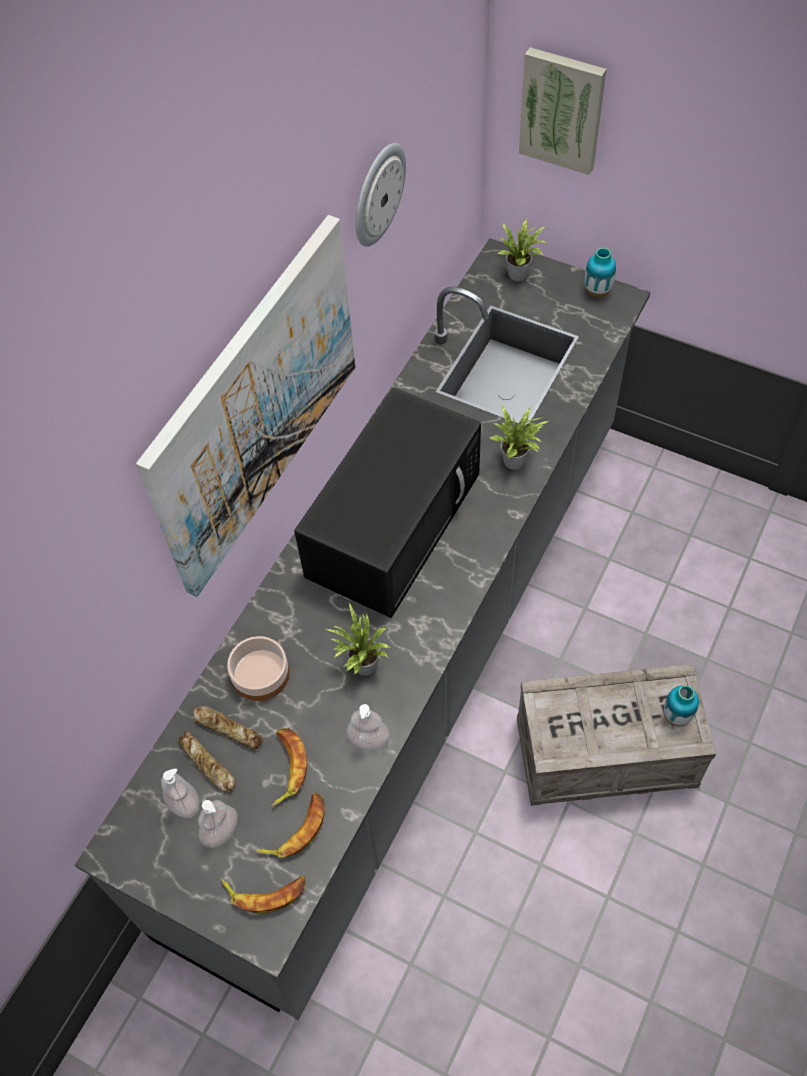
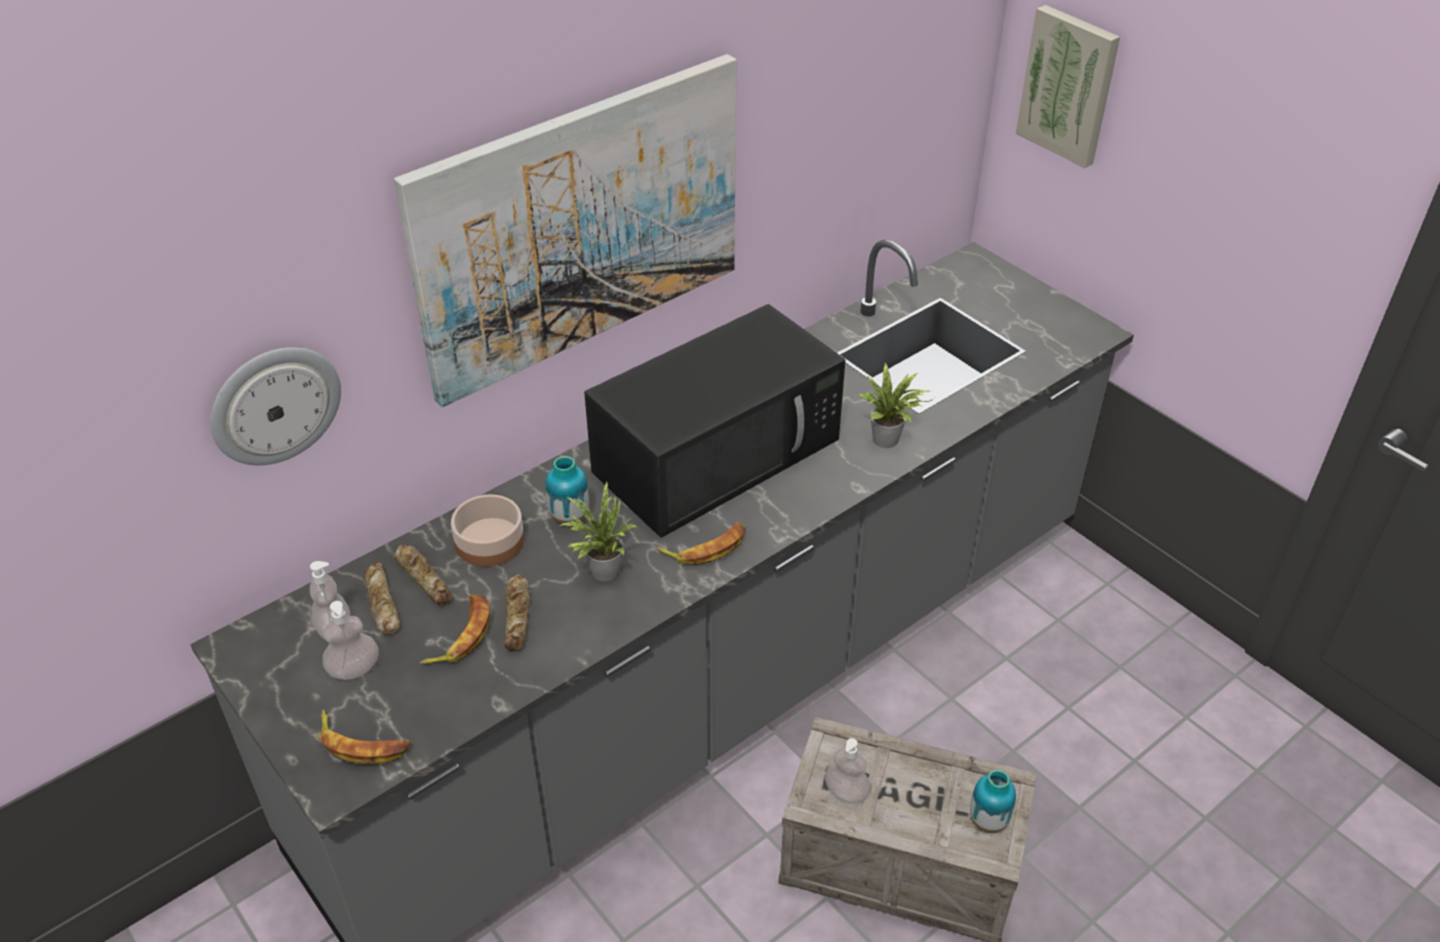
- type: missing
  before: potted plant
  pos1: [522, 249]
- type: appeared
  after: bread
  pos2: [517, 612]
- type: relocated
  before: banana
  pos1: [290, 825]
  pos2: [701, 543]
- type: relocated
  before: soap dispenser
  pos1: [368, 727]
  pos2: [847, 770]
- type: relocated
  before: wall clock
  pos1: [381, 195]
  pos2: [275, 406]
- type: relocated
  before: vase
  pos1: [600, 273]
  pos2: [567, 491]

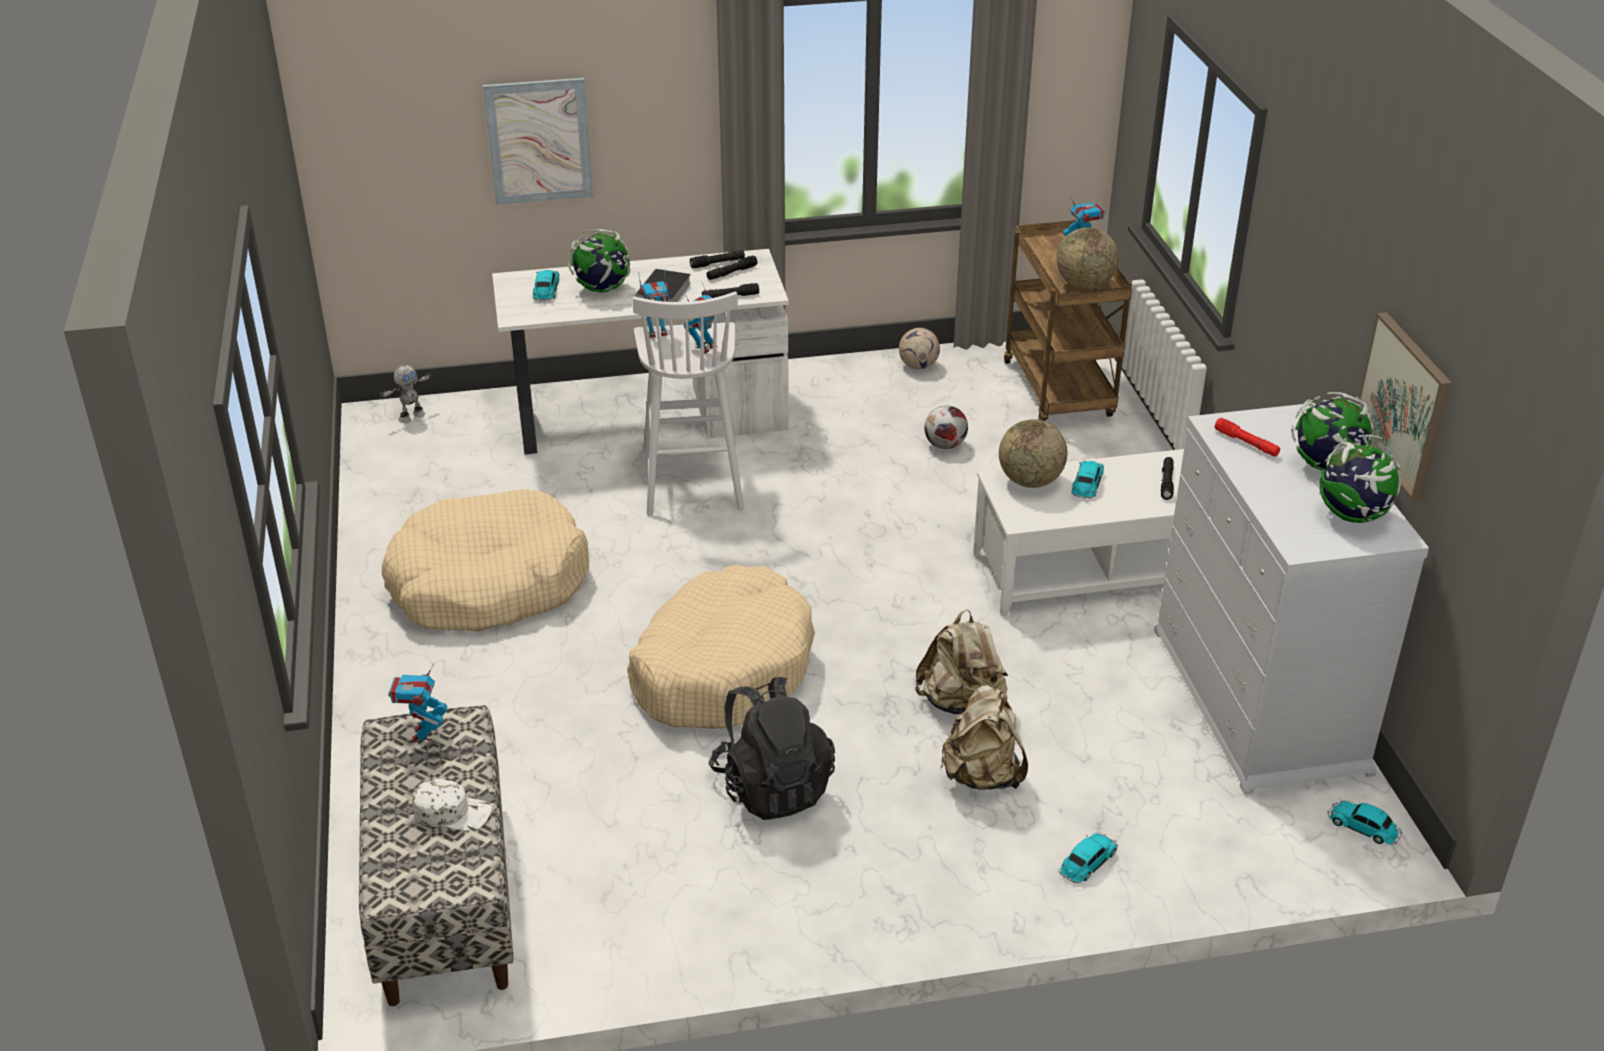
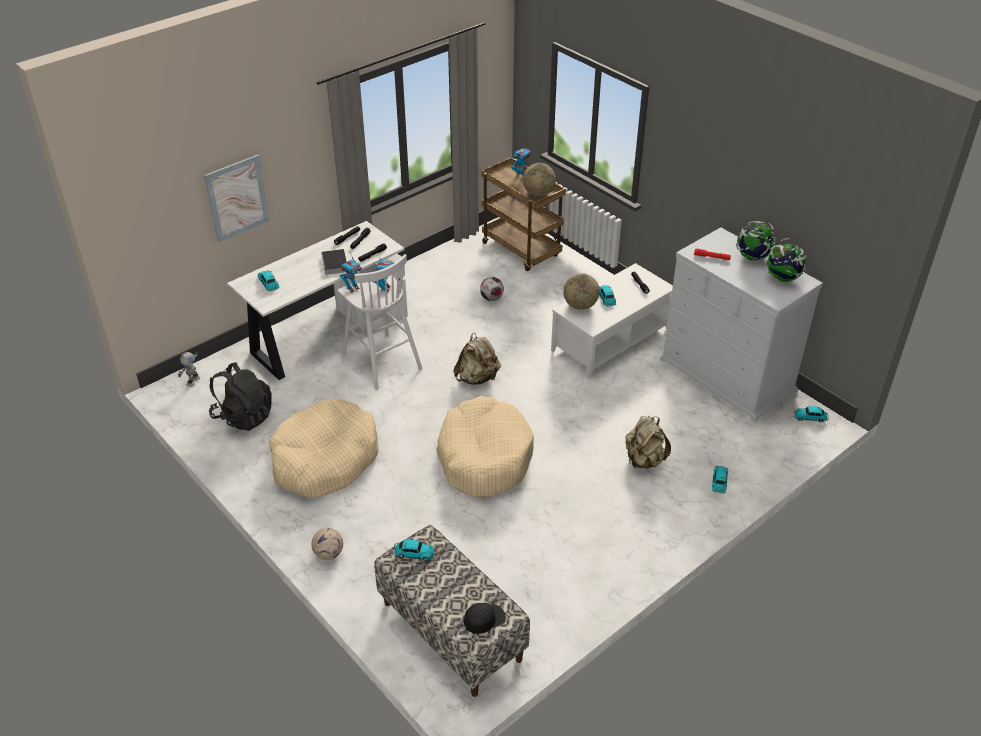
- type: missing
  before: cap/white
  pos1: [452, 804]
- type: missing
  before: globe
  pos1: [599, 260]
- type: missing
  before: picture
  pos1: [1404, 407]
- type: appeared
  after: cap/black
  pos2: [485, 618]
- type: relocated
  before: backpack/black
  pos1: [772, 748]
  pos2: [240, 397]
- type: relocated
  before: football
  pos1: [919, 348]
  pos2: [327, 544]
- type: relocated
  before: backpack/beige
  pos1: [961, 662]
  pos2: [477, 359]
- type: exchanged
  before: toy robot
  after: toy car
  pos1: [417, 702]
  pos2: [414, 550]

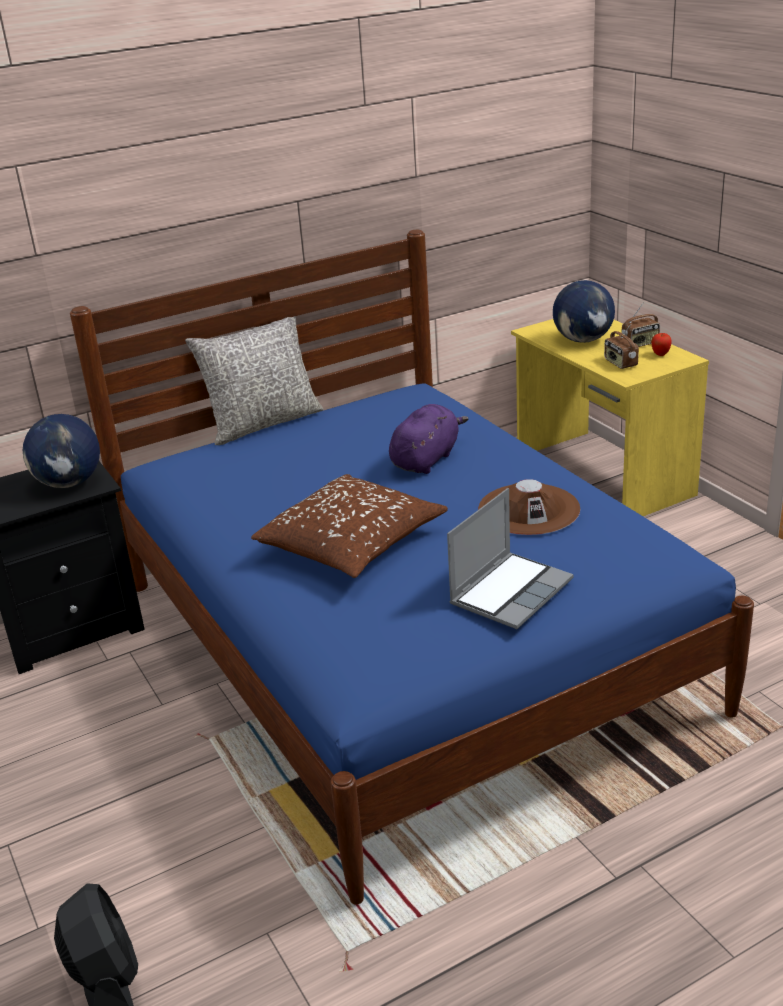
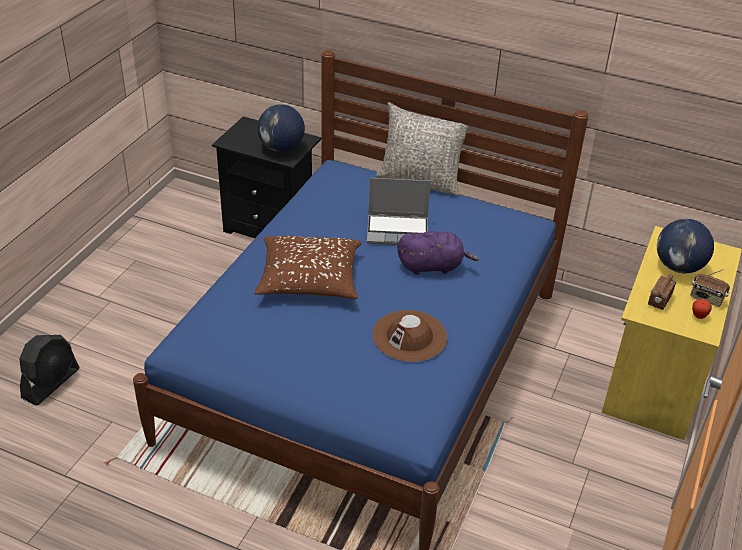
- type: relocated
  before: laptop
  pos1: [510, 558]
  pos2: [399, 211]

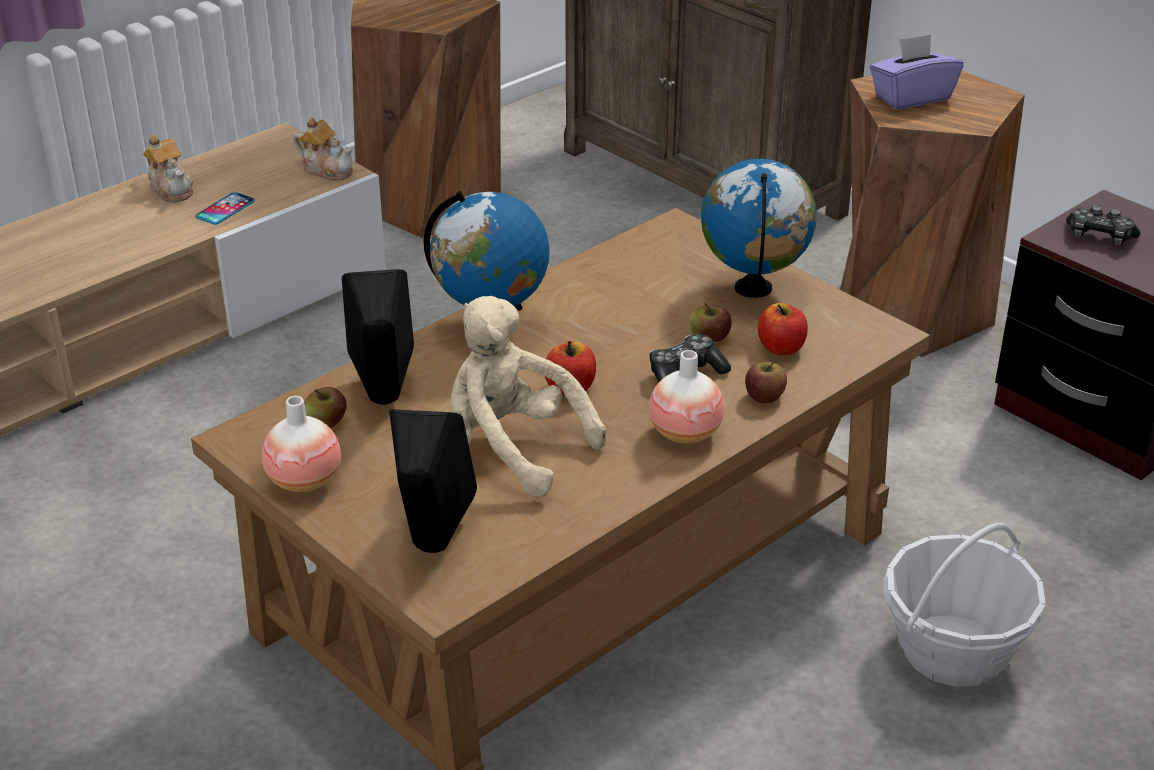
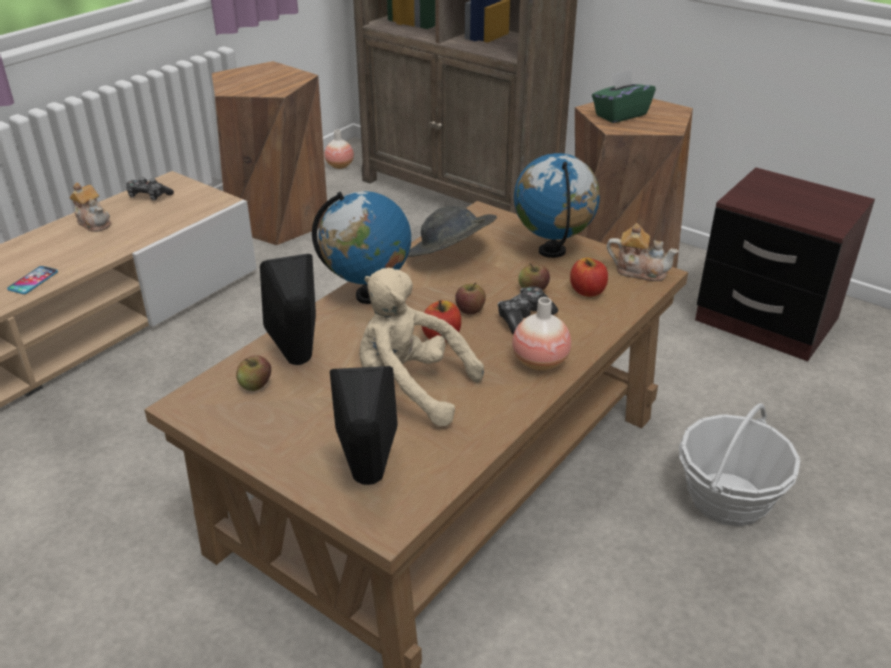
- type: appeared
  after: hat/grey
  pos2: [452, 231]
- type: relocated
  before: phone
  pos1: [225, 208]
  pos2: [32, 280]
- type: relocated
  before: vase
  pos1: [301, 444]
  pos2: [339, 149]
- type: relocated
  before: teapot
  pos1: [323, 149]
  pos2: [643, 252]
- type: relocated
  before: apple
  pos1: [766, 382]
  pos2: [470, 299]
- type: relocated
  before: game controller
  pos1: [1103, 225]
  pos2: [150, 188]
- type: colour
  before: tissue box/purple
  after: tissue box/green
  pos1: [916, 71]
  pos2: [624, 96]

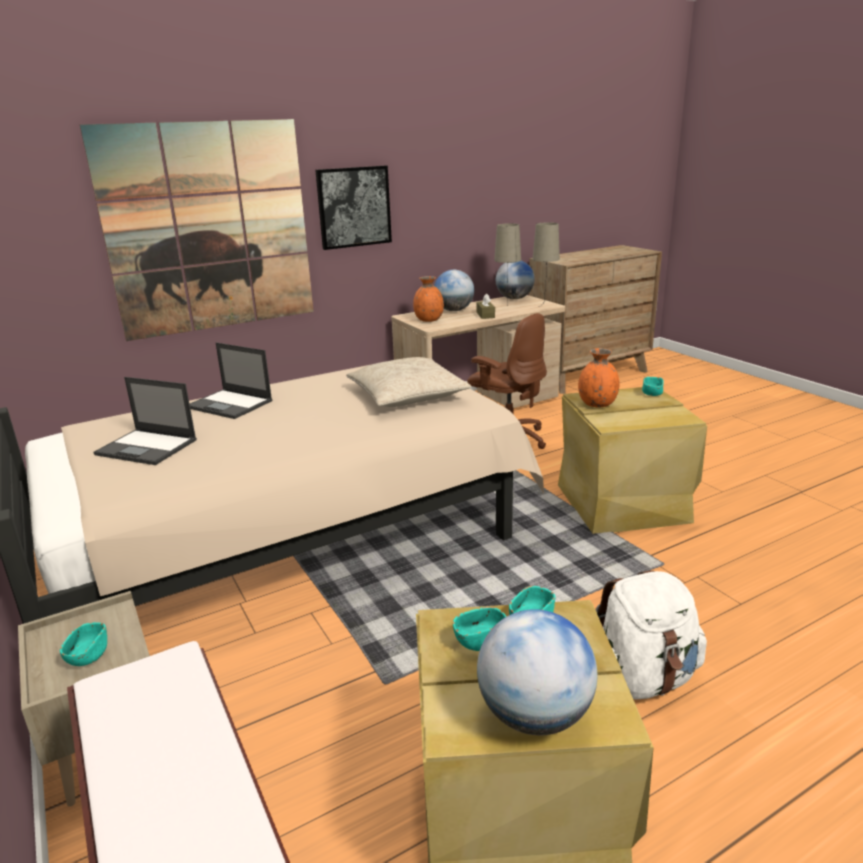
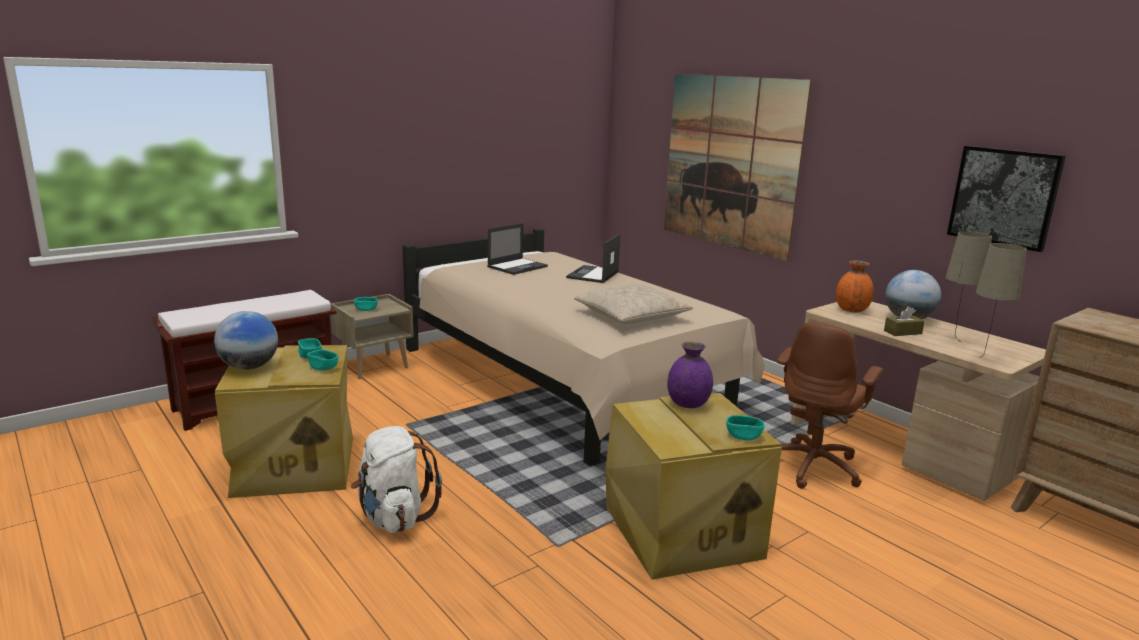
- type: missing
  before: globe
  pos1: [515, 280]
- type: relocated
  before: picture
  pos1: [353, 208]
  pos2: [1006, 199]
- type: colour
  before: vase/orange
  after: vase/purple
  pos1: [599, 377]
  pos2: [690, 375]
- type: spun
  before: laptop
  pos1: [145, 421]
  pos2: [517, 249]
  turn: -150

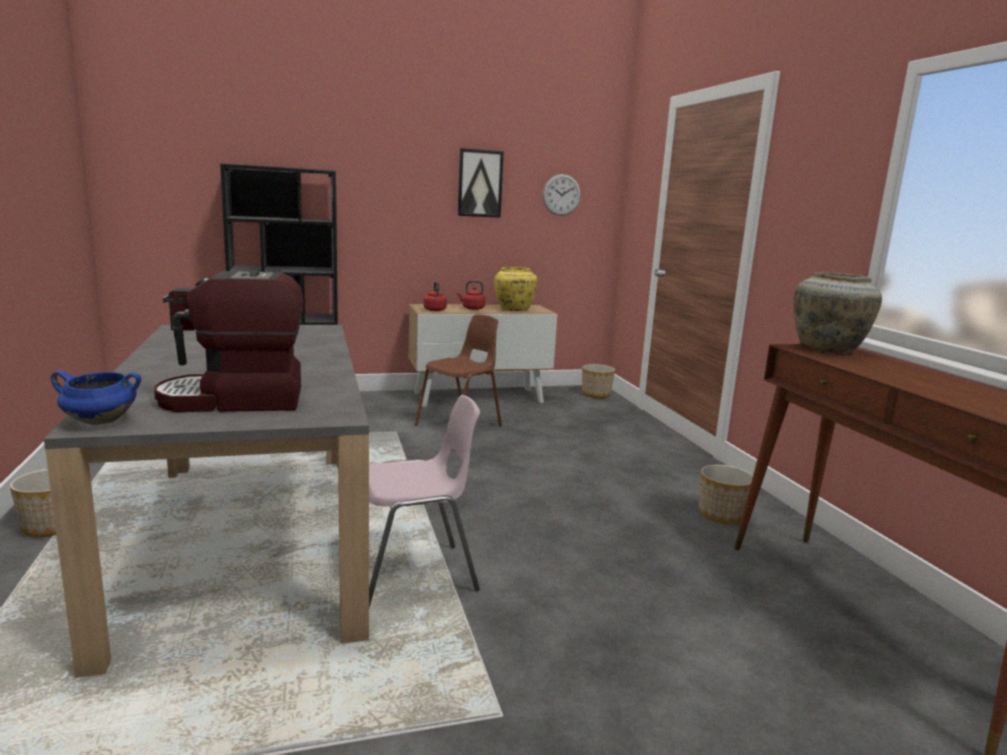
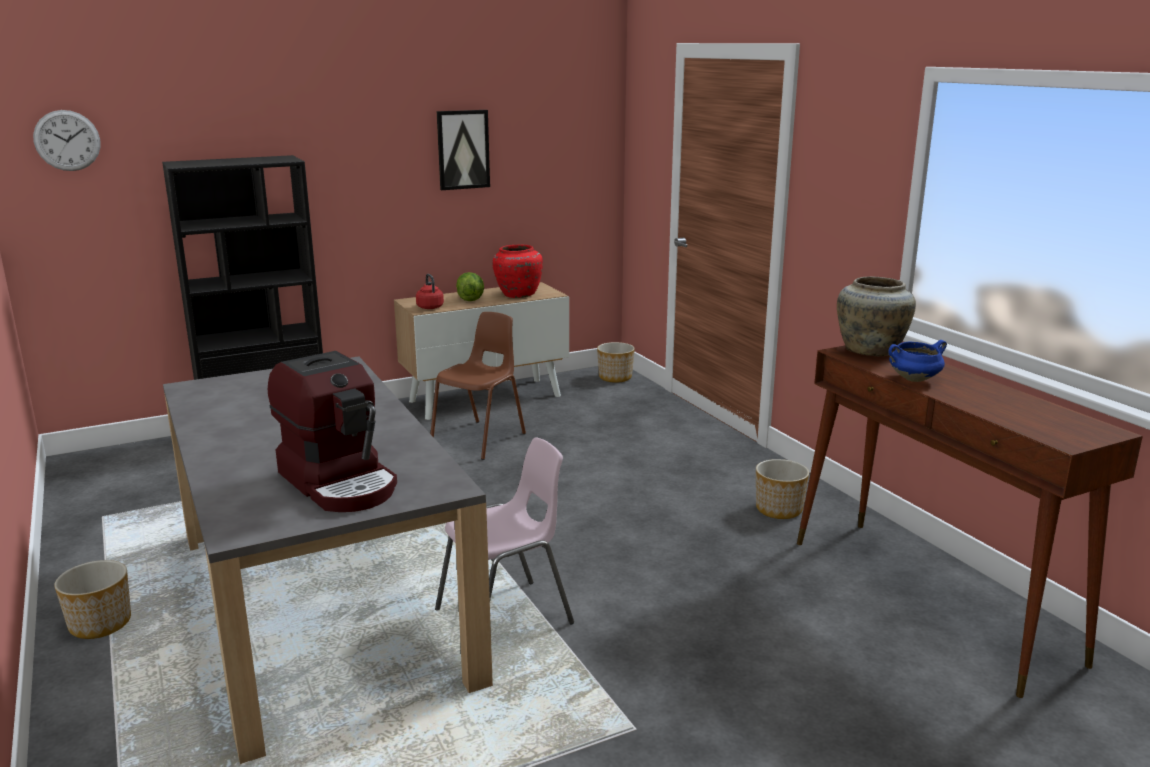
- type: relocated
  before: cooking pot/blue
  pos1: [96, 397]
  pos2: [918, 361]
- type: relocated
  before: wall clock
  pos1: [562, 195]
  pos2: [67, 140]
- type: exchanged
  before: kettle/red
  after: lettuce
  pos1: [471, 295]
  pos2: [470, 286]
- type: colour
  before: vase/yellow
  after: vase/red
  pos1: [516, 289]
  pos2: [517, 271]
- type: spun
  before: coffee machine
  pos1: [229, 341]
  pos2: [332, 431]
  turn: -105

